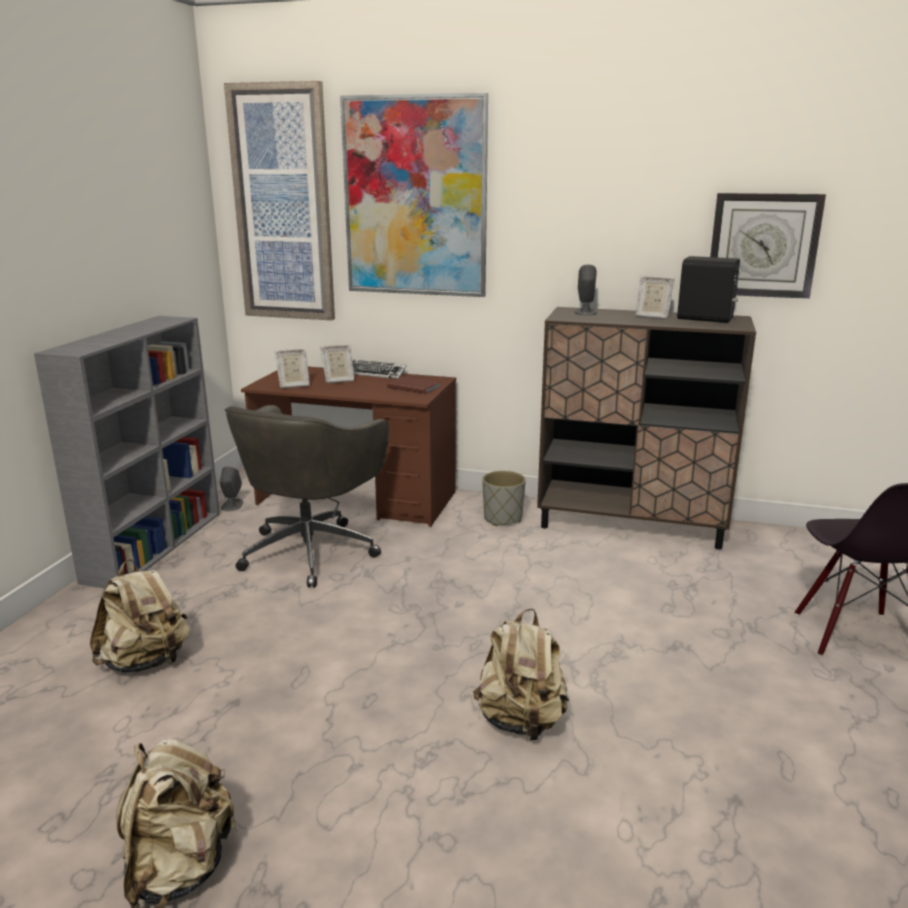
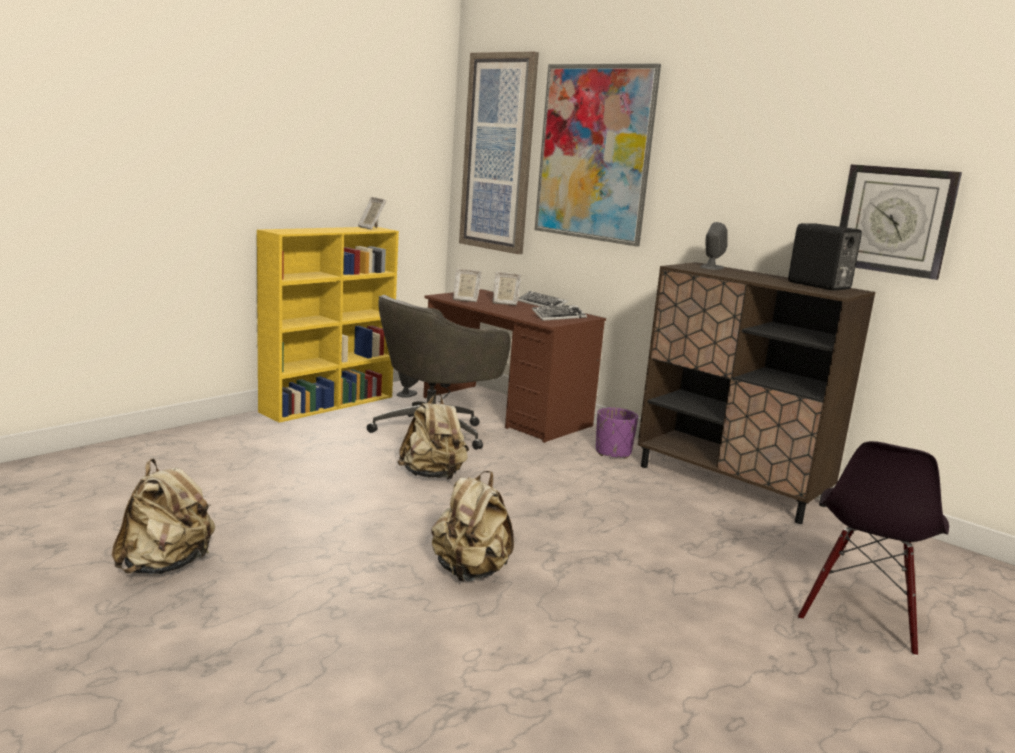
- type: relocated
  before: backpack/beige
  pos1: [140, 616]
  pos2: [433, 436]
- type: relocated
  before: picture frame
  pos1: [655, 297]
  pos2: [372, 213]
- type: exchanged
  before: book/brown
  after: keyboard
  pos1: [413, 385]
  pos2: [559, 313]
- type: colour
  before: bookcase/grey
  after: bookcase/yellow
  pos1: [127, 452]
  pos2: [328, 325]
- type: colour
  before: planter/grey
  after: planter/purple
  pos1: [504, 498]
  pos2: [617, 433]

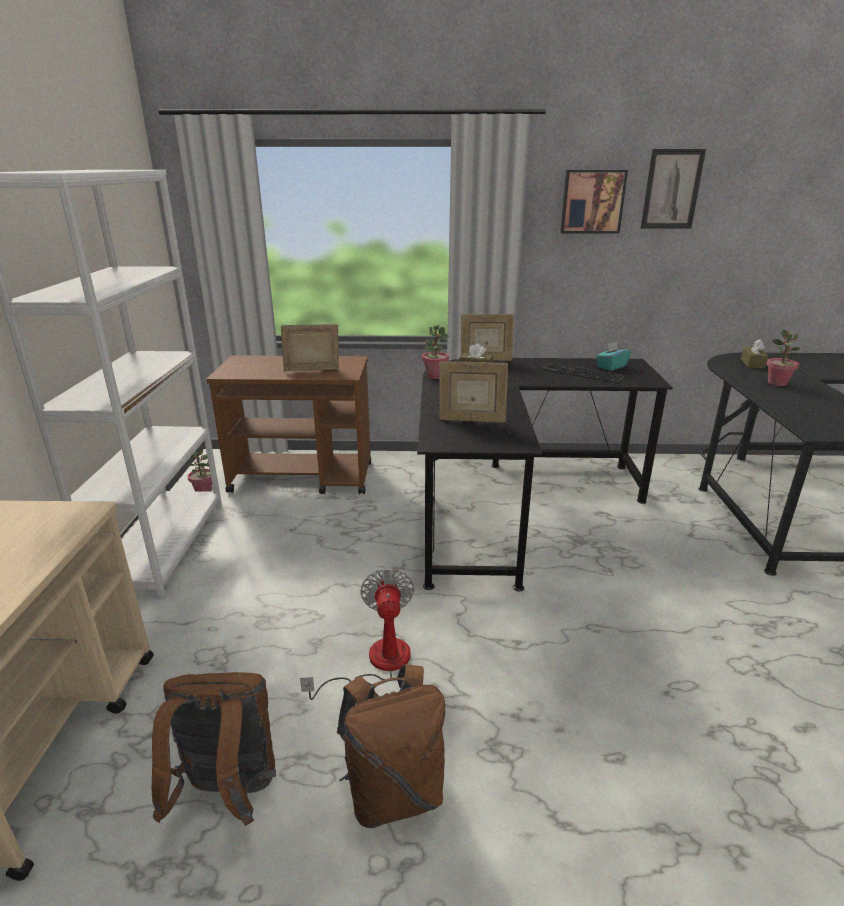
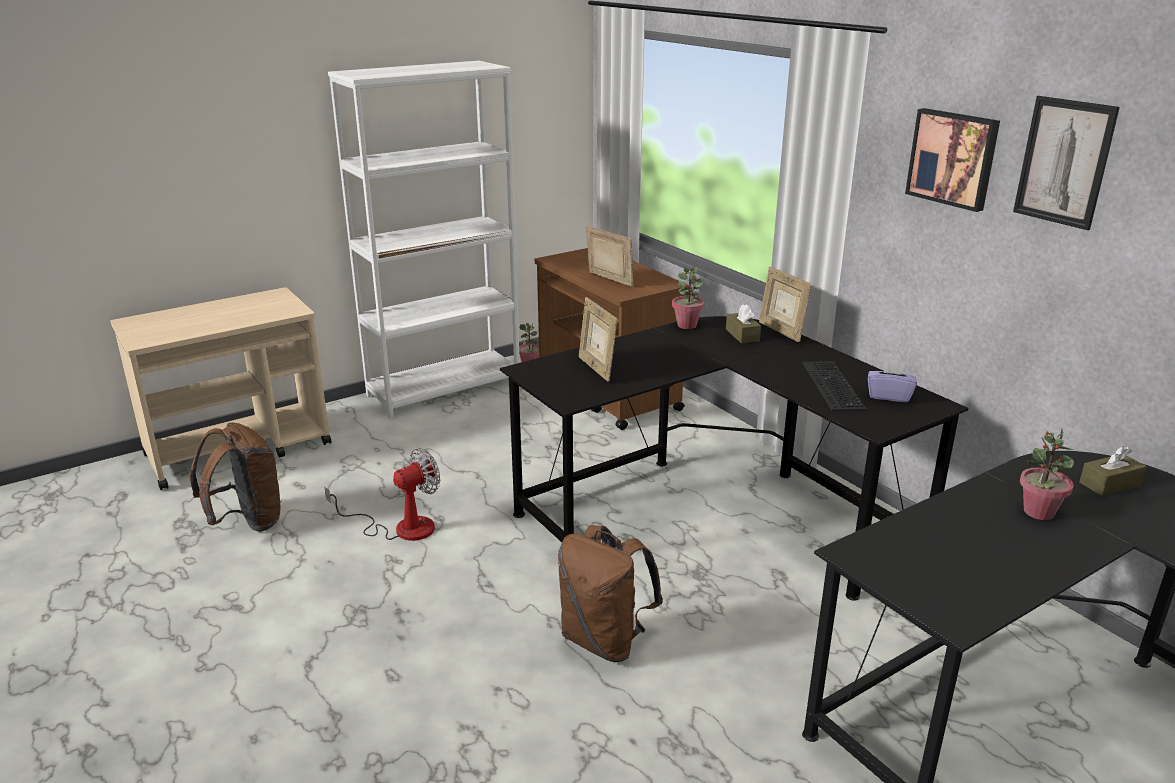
- type: relocated
  before: backpack/brown
  pos1: [391, 746]
  pos2: [610, 594]
- type: colour
  before: tissue box/turquoise
  after: tissue box/purple
  pos1: [613, 356]
  pos2: [892, 381]

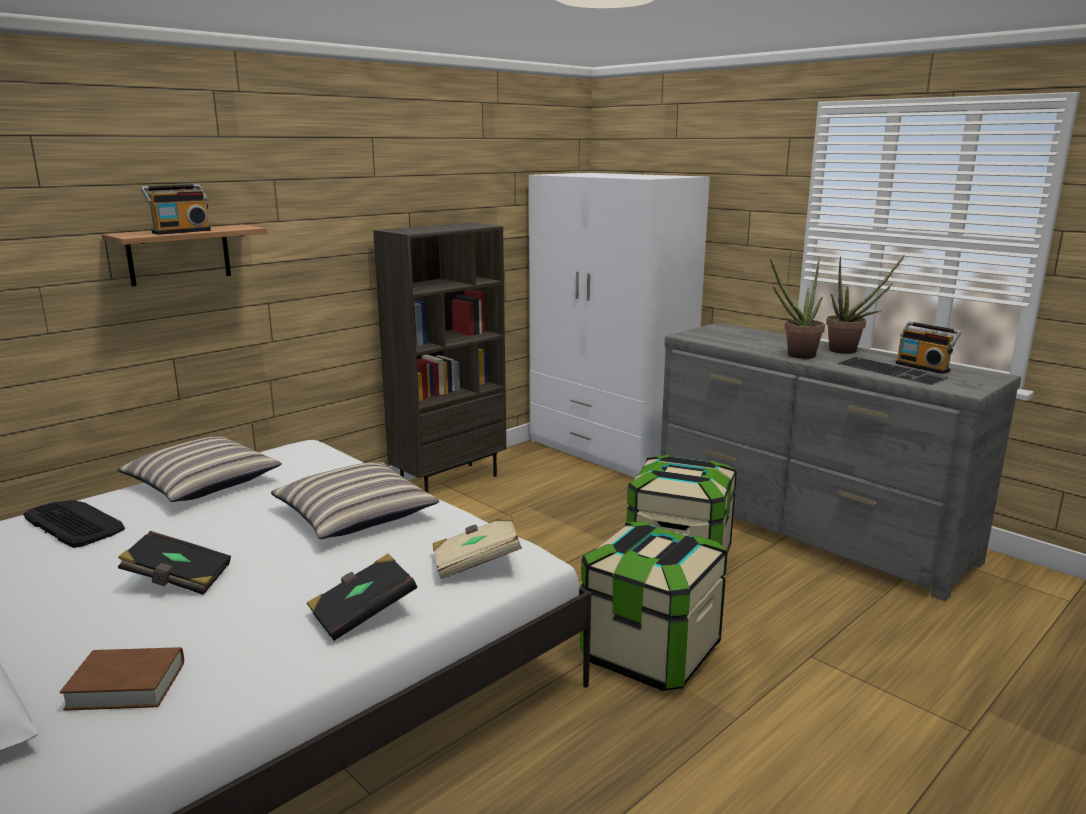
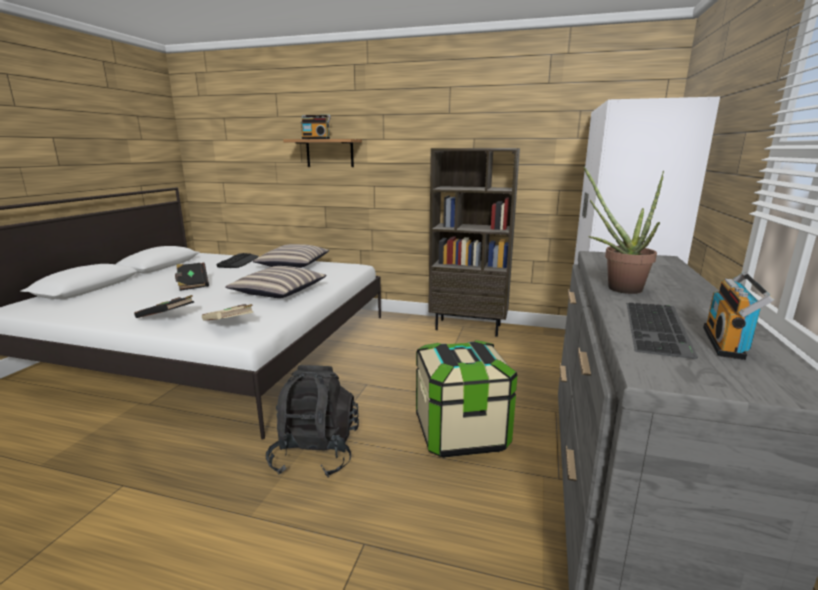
- type: missing
  before: book/brown
  pos1: [122, 679]
- type: missing
  before: potted plant
  pos1: [865, 304]
- type: exchanged
  before: storage box
  after: backpack/black
  pos1: [653, 606]
  pos2: [312, 421]

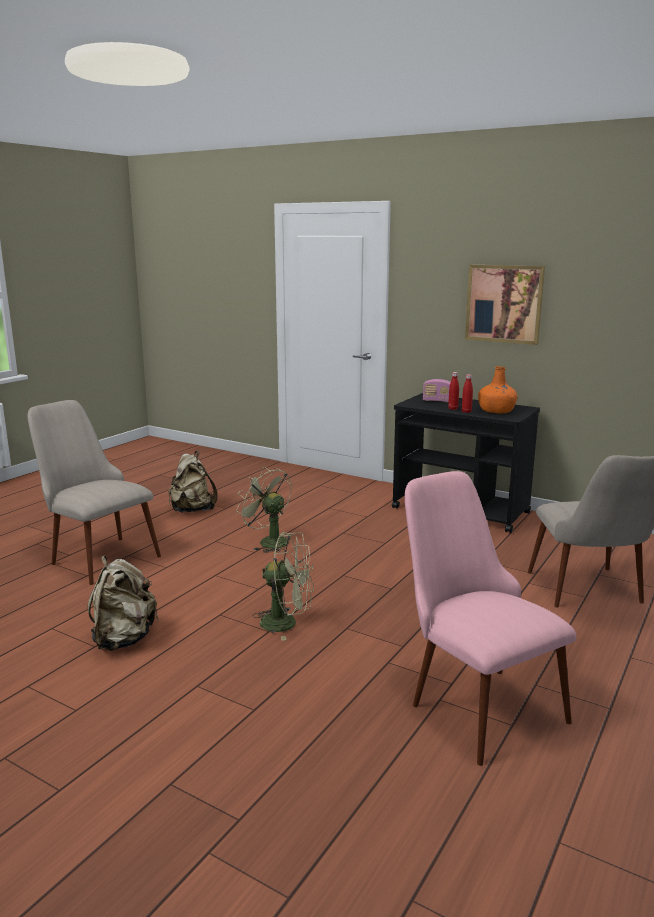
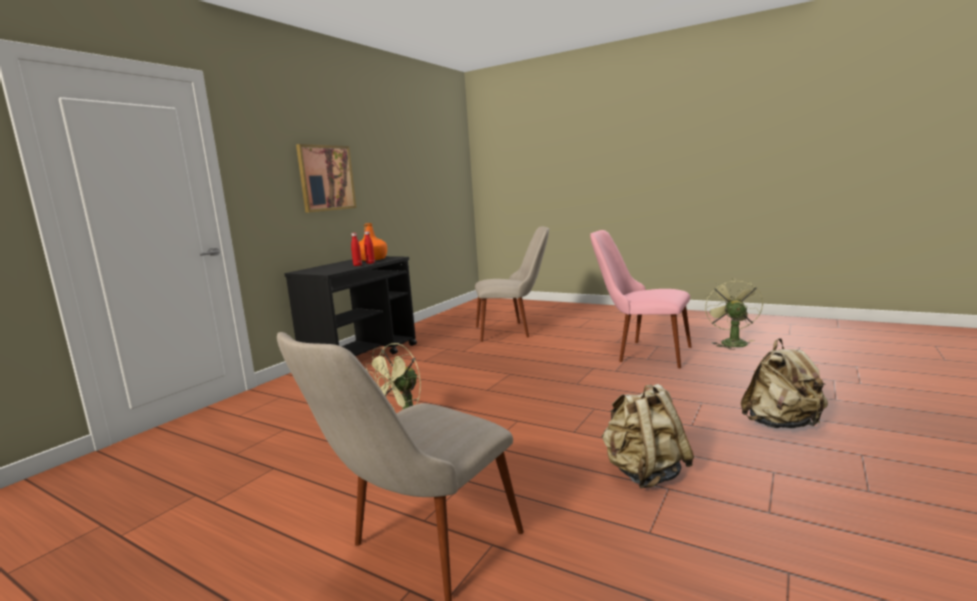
- type: missing
  before: radio
  pos1: [437, 390]
- type: relocated
  before: backpack/beige
  pos1: [193, 482]
  pos2: [784, 383]
- type: relocated
  before: fan/green
  pos1: [283, 586]
  pos2: [734, 314]
- type: spun
  before: chair/pink
  pos1: [490, 618]
  pos2: [641, 299]
  turn: 60

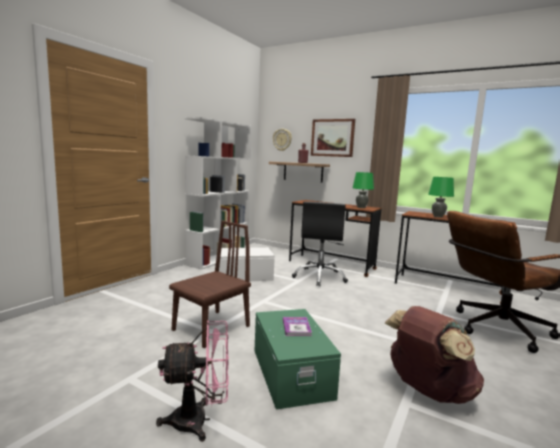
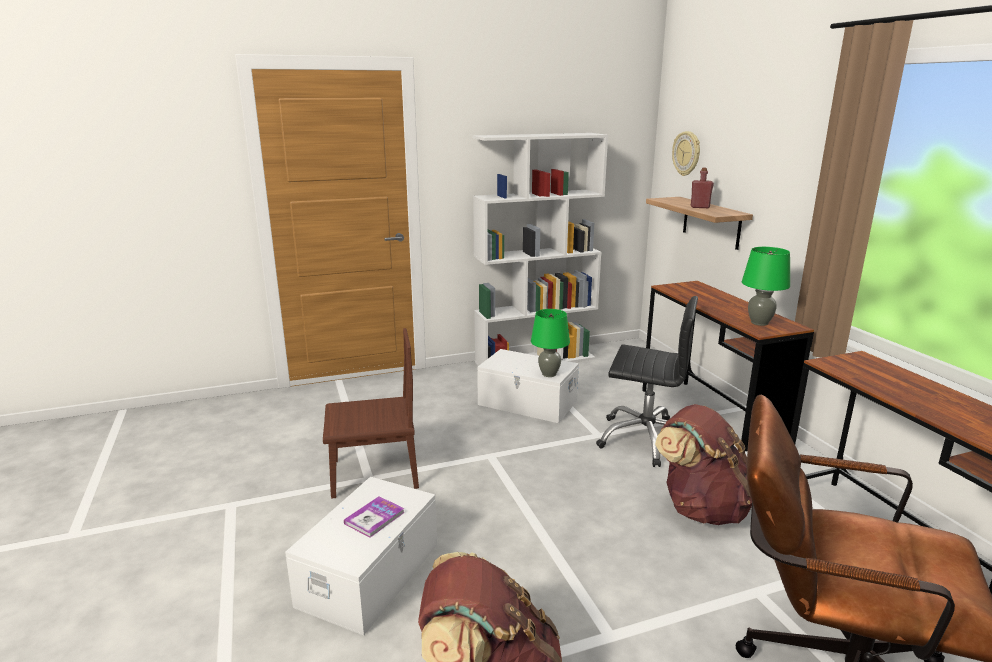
- type: missing
  before: fan/pink
  pos1: [192, 381]
- type: missing
  before: picture
  pos1: [333, 138]
- type: appeared
  after: backpack/brown
  pos2: [703, 464]
- type: relocated
  before: table lamp/green
  pos1: [441, 197]
  pos2: [550, 343]
- type: colour
  before: storage box/green
  after: storage box/white
  pos1: [298, 359]
  pos2: [361, 556]
- type: spun
  before: office chair/black
  pos1: [320, 244]
  pos2: [647, 381]
  turn: -120

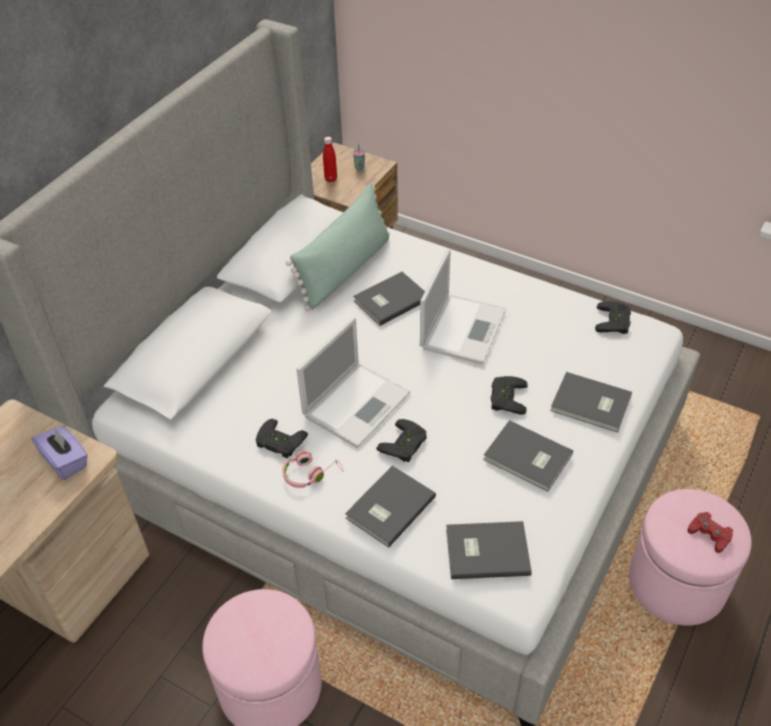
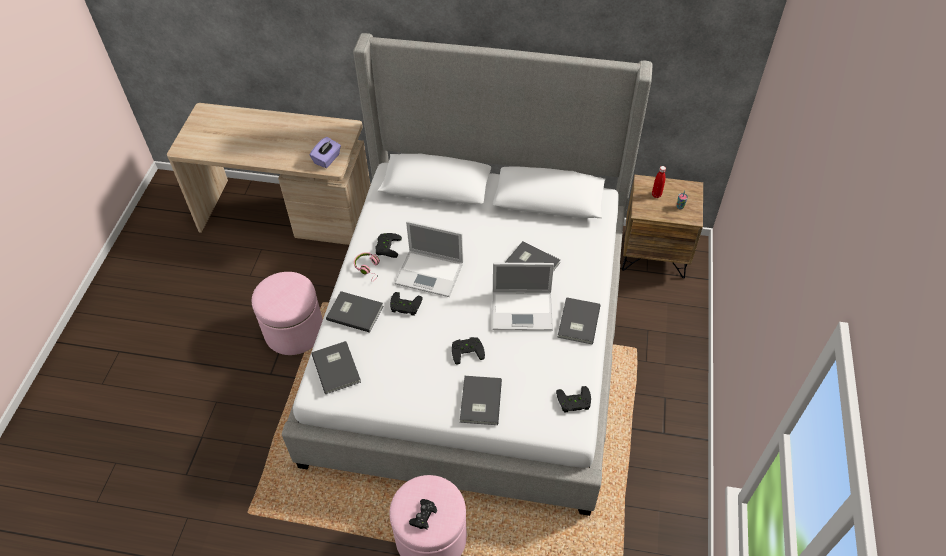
- type: missing
  before: pillow/green
  pos1: [338, 247]
- type: relocated
  before: book/grey
  pos1: [528, 456]
  pos2: [579, 320]
- type: colour
  before: game controller/red
  after: game controller/black
  pos1: [710, 532]
  pos2: [423, 514]

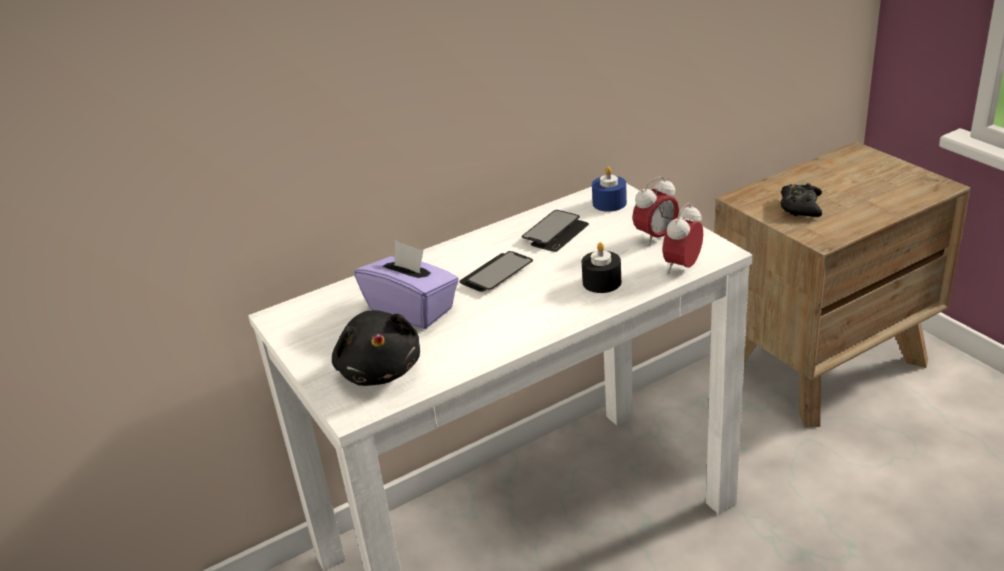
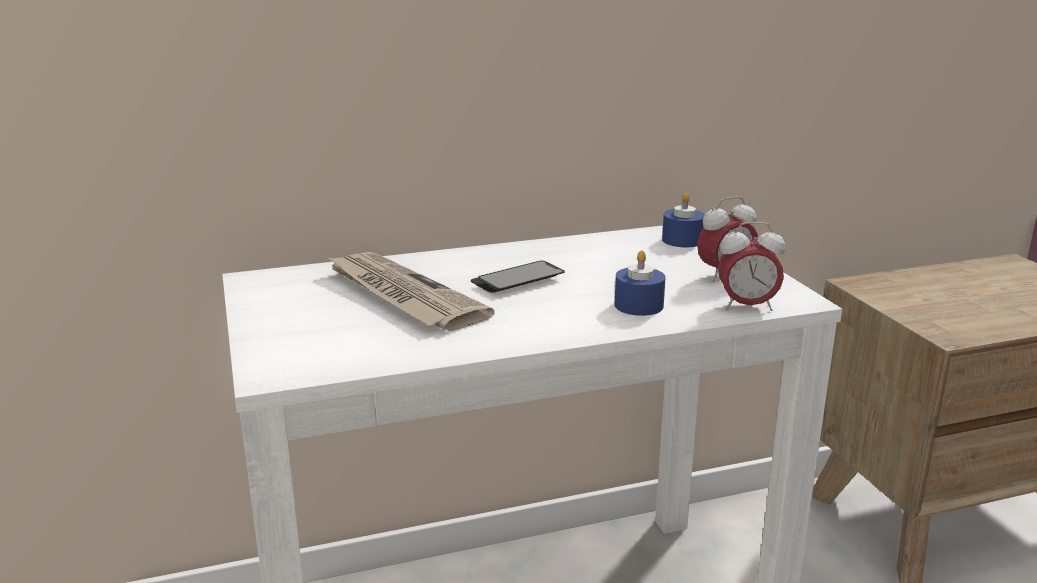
- type: missing
  before: plush toy/black
  pos1: [376, 348]
- type: missing
  before: phone
  pos1: [555, 231]
- type: missing
  before: game controller/black
  pos1: [801, 200]
- type: exchanged
  before: tissue box/purple
  after: newspaper
  pos1: [406, 284]
  pos2: [410, 291]
- type: colour
  before: candle/black
  after: candle/blue
  pos1: [601, 267]
  pos2: [640, 283]
- type: spun
  before: alarm clock
  pos1: [683, 238]
  pos2: [751, 266]
  turn: -135

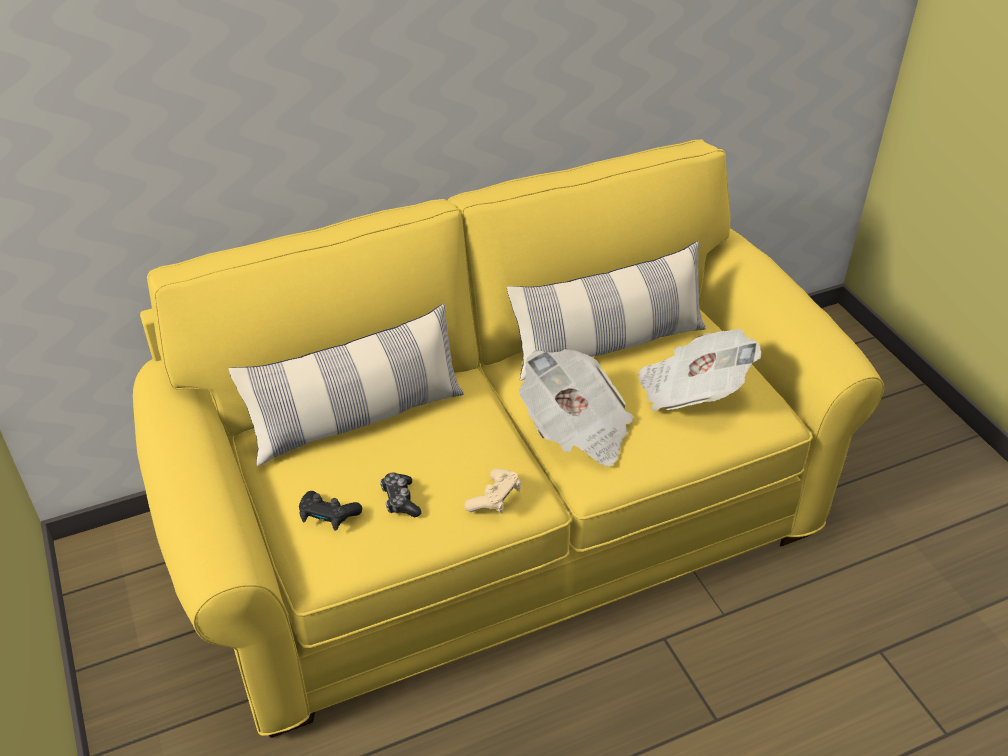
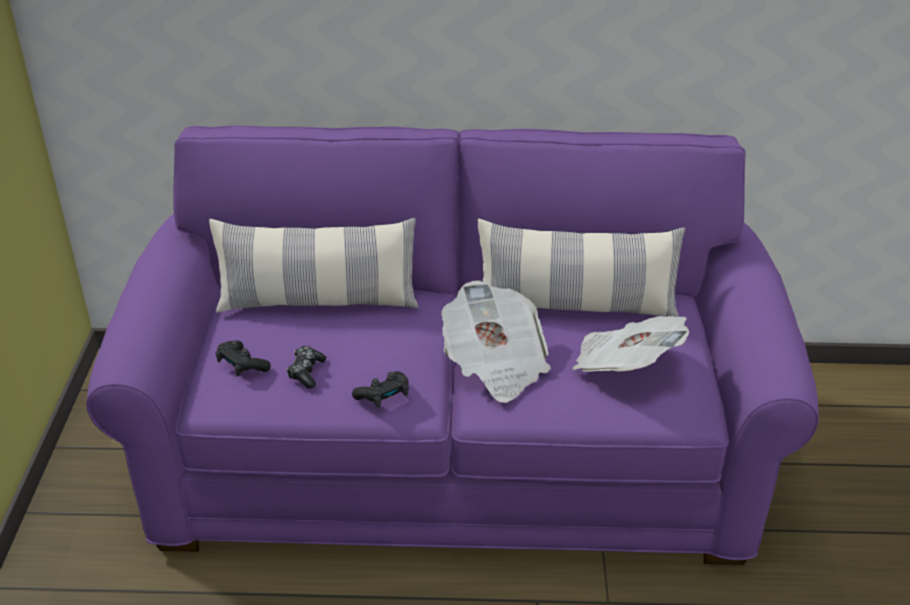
- type: colour
  before: sofa/yellow
  after: sofa/purple
  pos1: [508, 438]
  pos2: [452, 345]
- type: colour
  before: game controller/beige
  after: game controller/black
  pos1: [493, 491]
  pos2: [380, 389]

